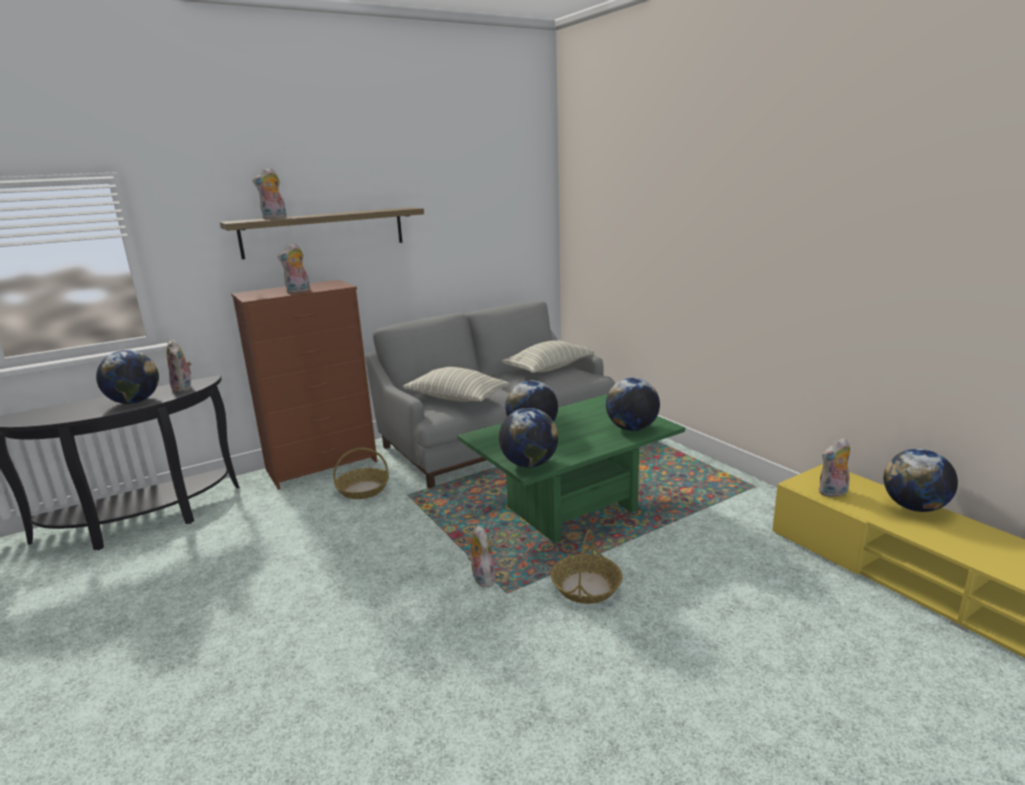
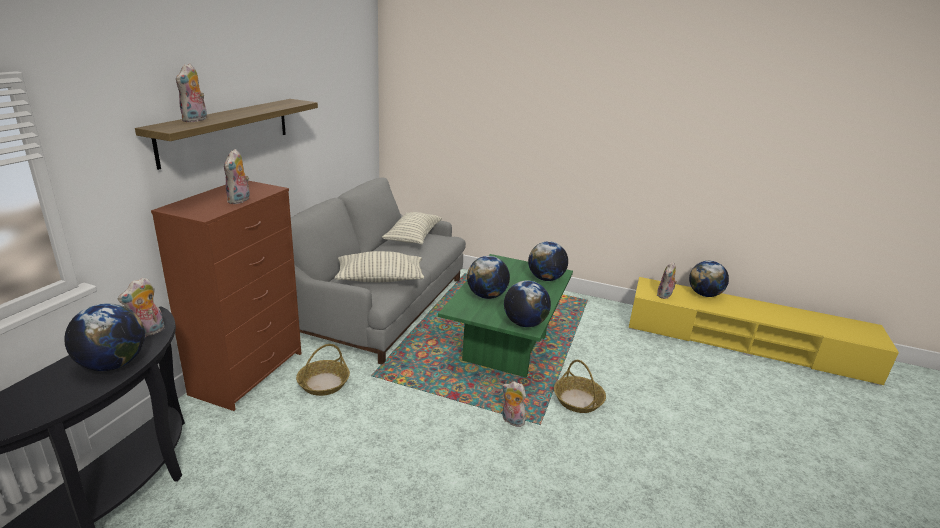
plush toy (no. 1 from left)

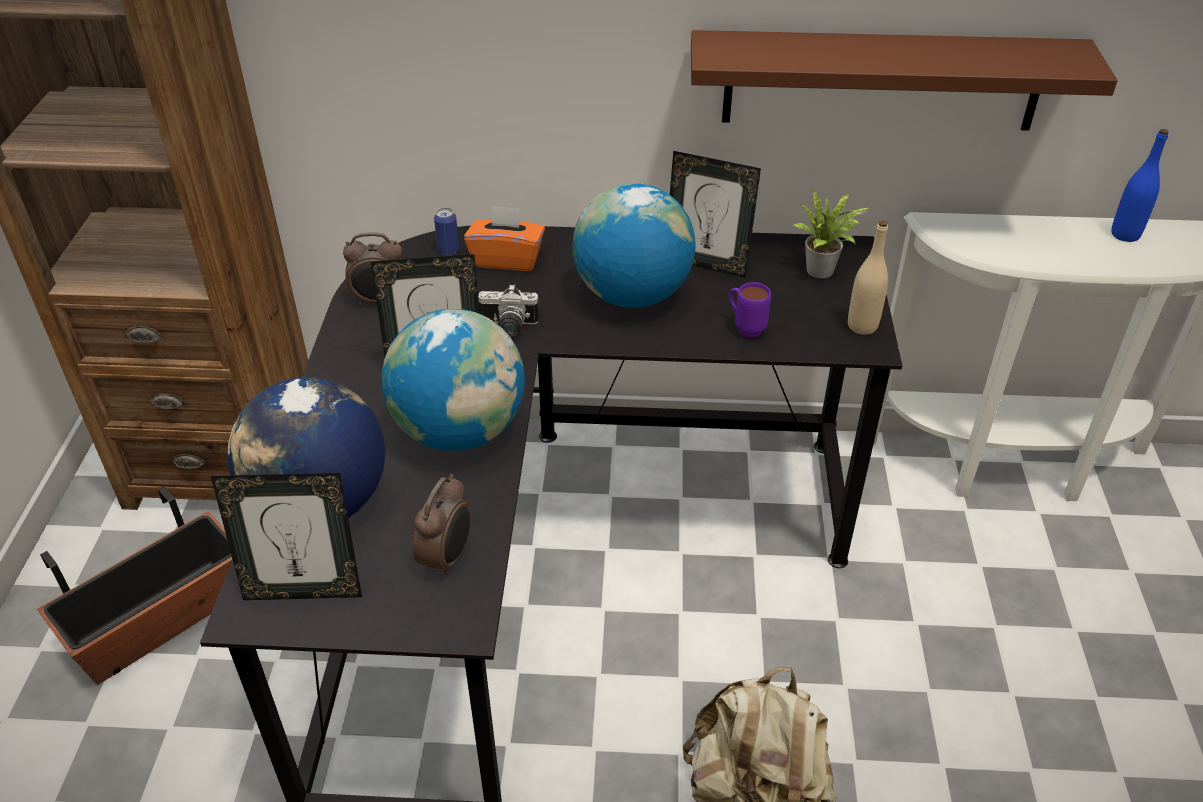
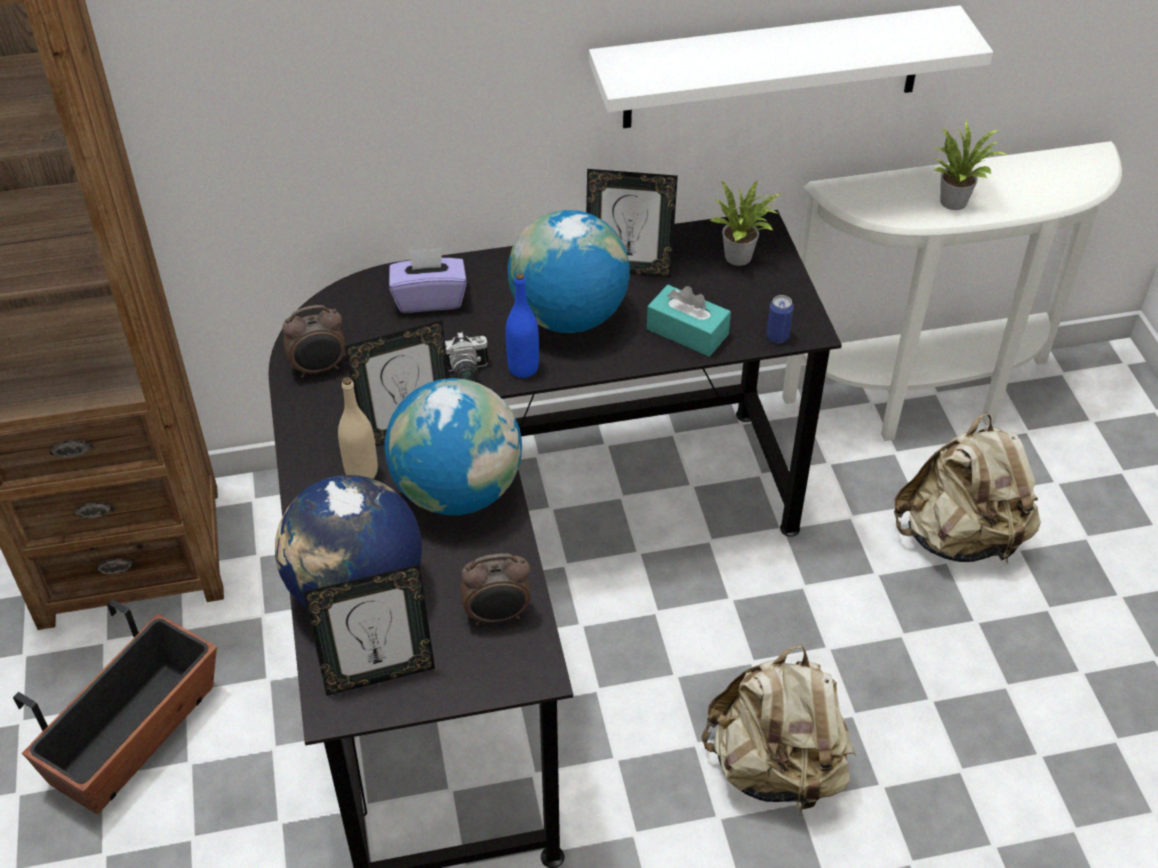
sand-coloured bottle
purple box of tissues
alarm clock (no. 2 from left)
blue-coloured bottle
white wall shelf
turquoise box of tissues
metal can
sand-coloured rucksack (no. 2 from left)
potted plant (no. 2 from left)

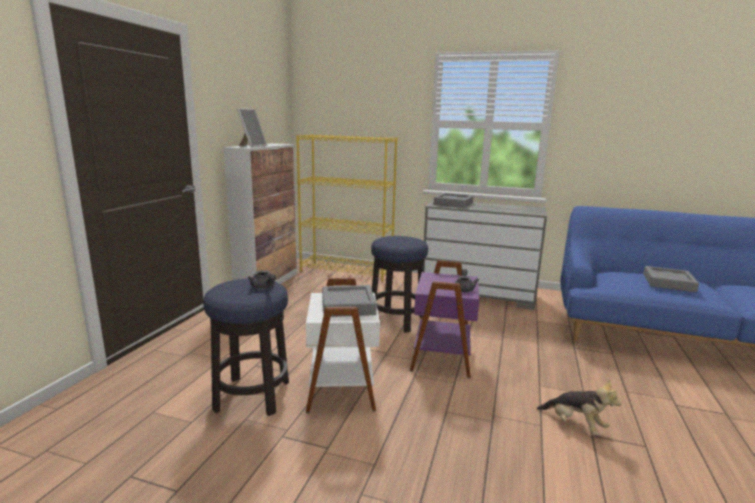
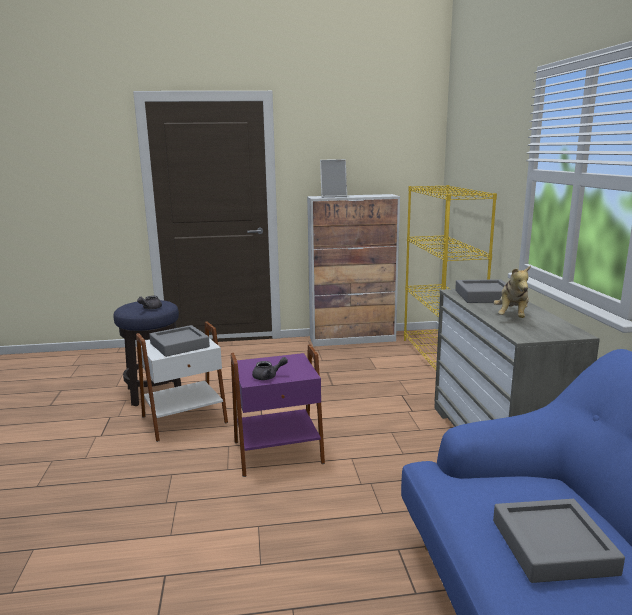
plush toy
stool seat (no. 2 from left in the first image)

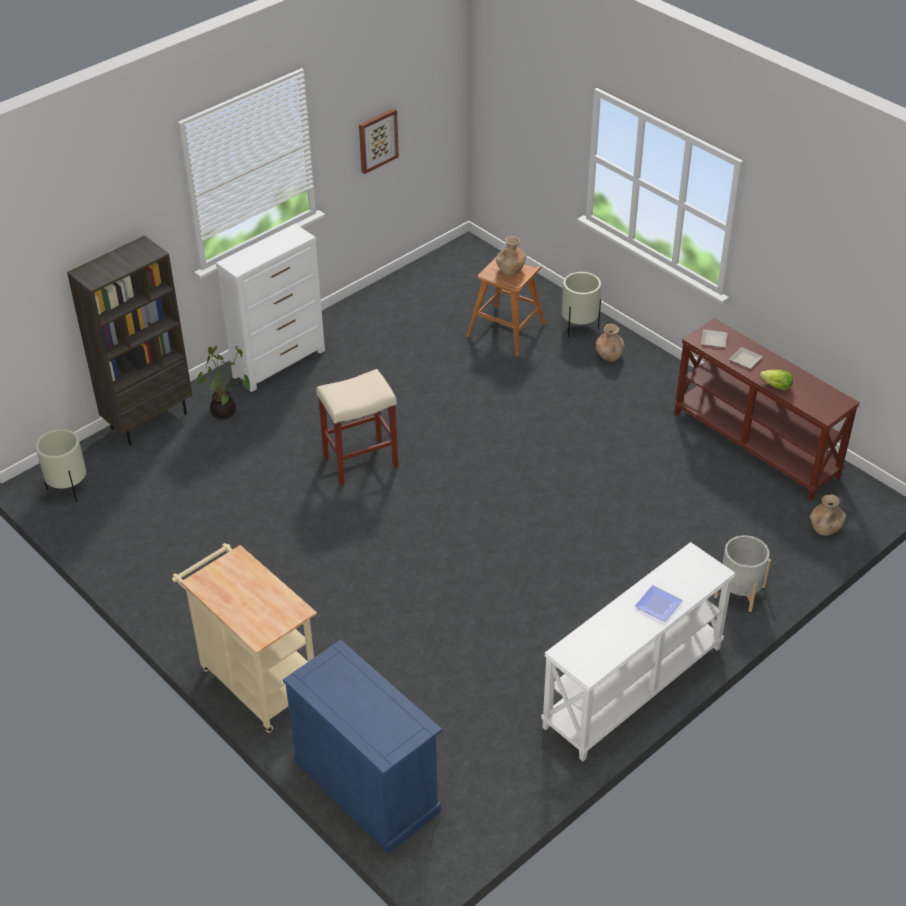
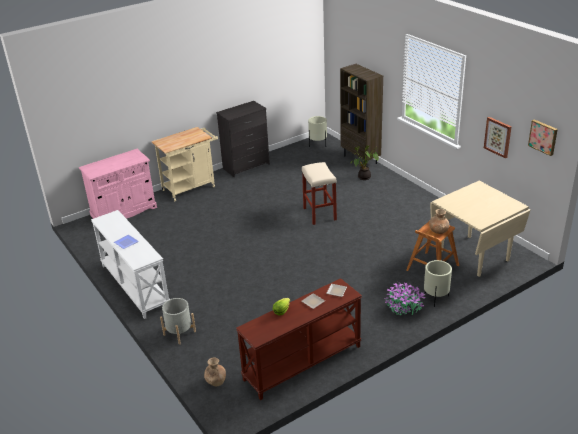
pink-coloured cupboard
blackish drawer chest
potted plant (no. 2 from left)
sand-coloured kitchen table
picture (no. 2 from left)
white drawer chest

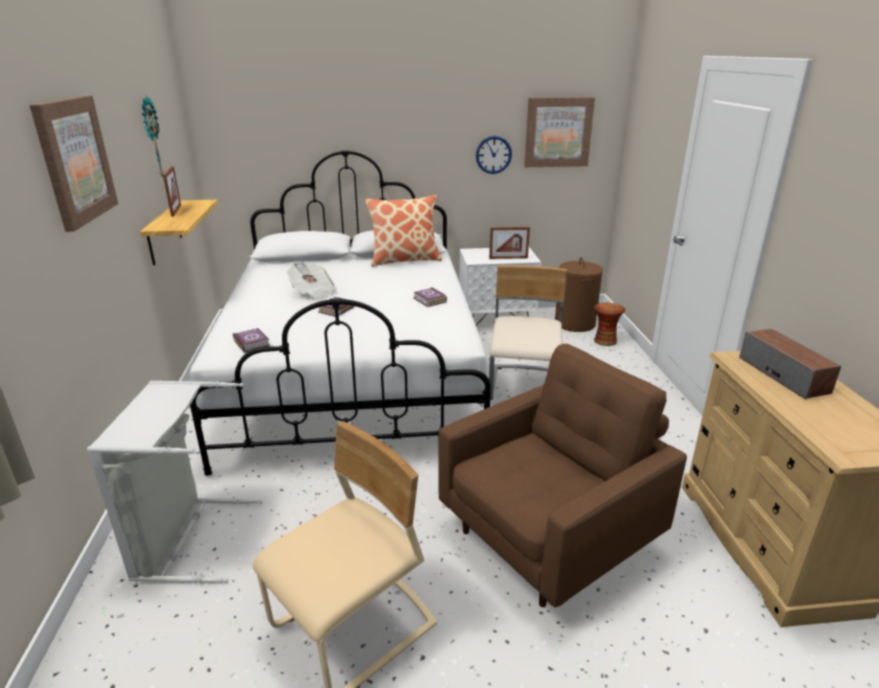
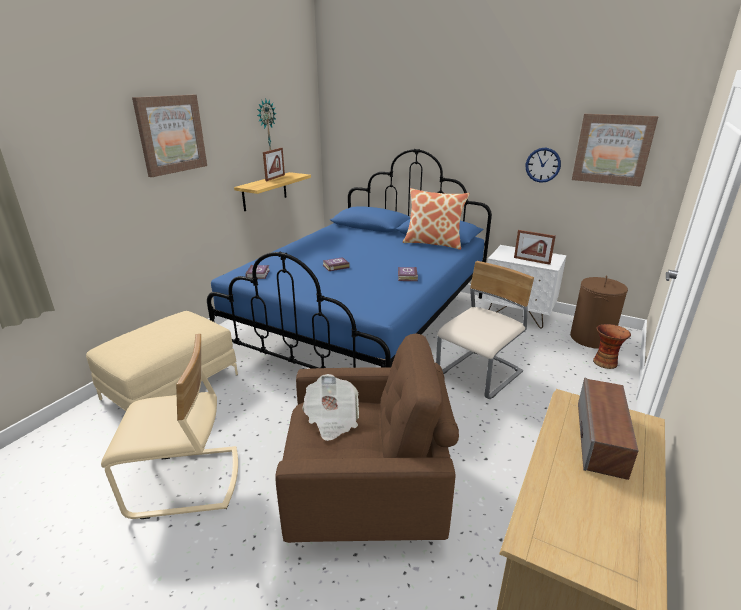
sand-coloured ottoman
blue-coloured bedroom bed
daily paper

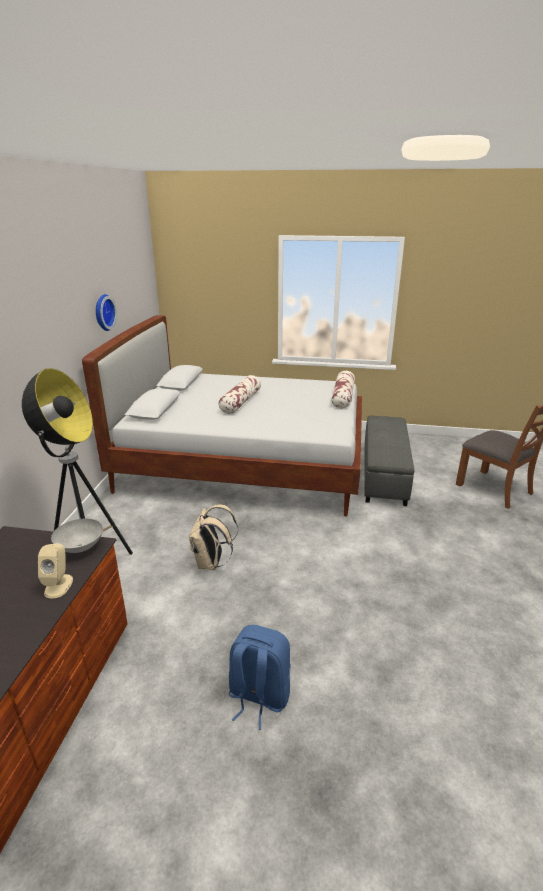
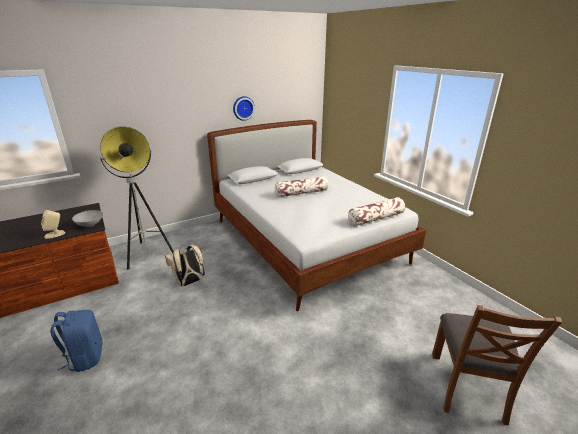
grey ottoman

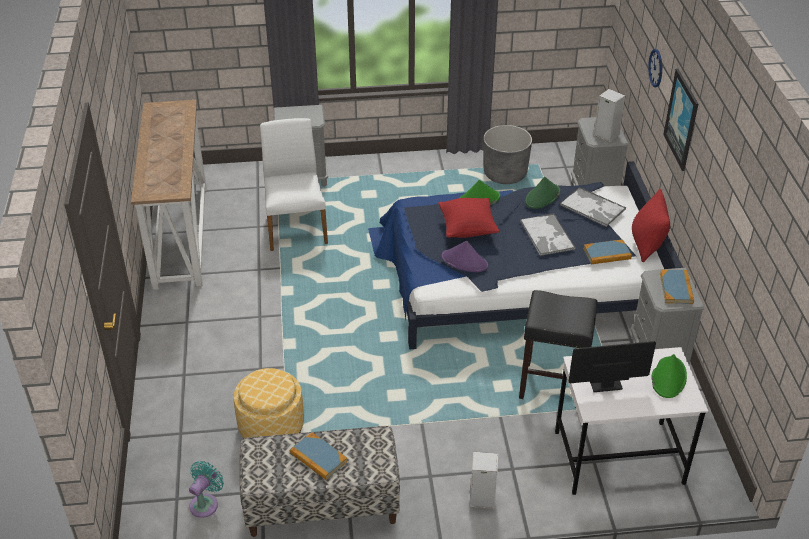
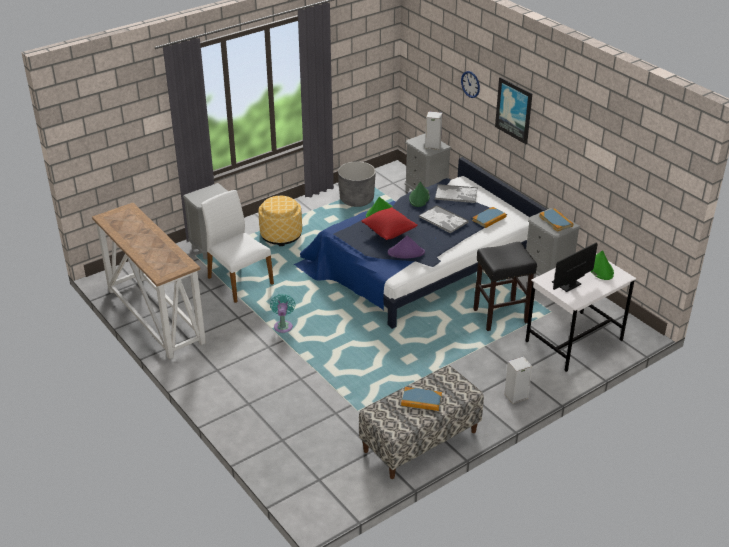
ottoman
turquoise electric fan
red cushion (no. 2 from left in the first image)

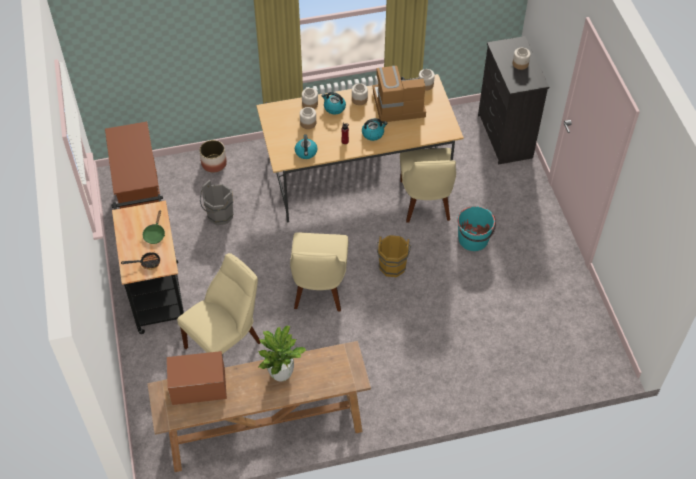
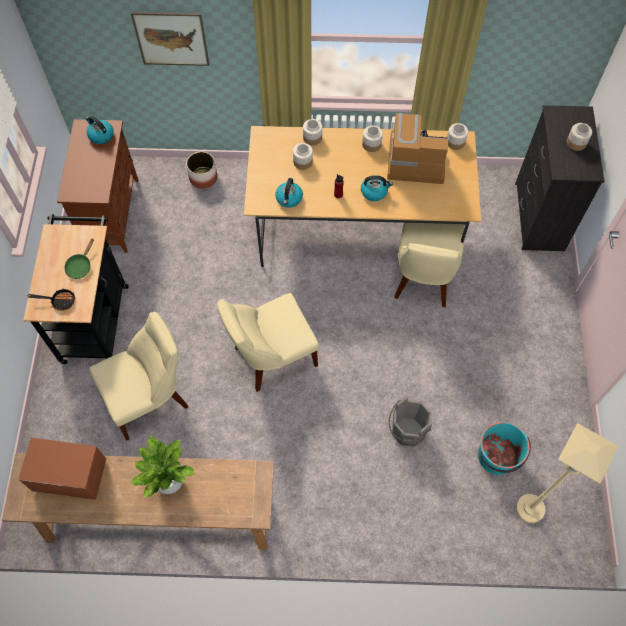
water kettle (no. 1 from left)
picture
sand-coloured upright chair (no. 2 from left)
grey bucket
turquoise bucket
sand-coloured standard lamp
brown bucket

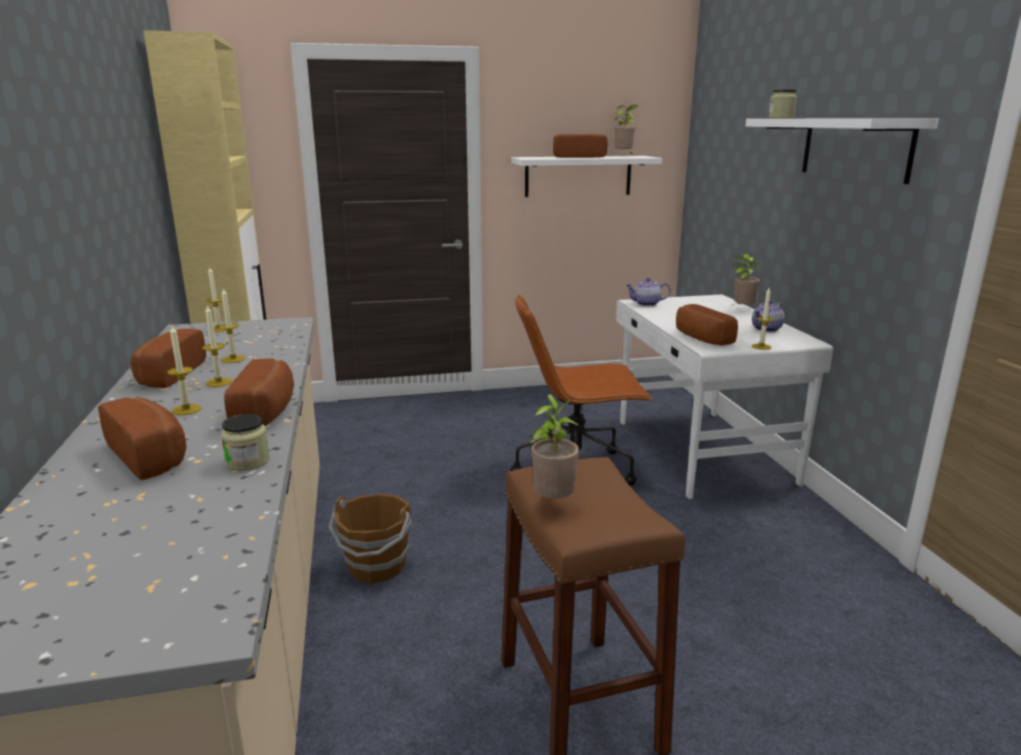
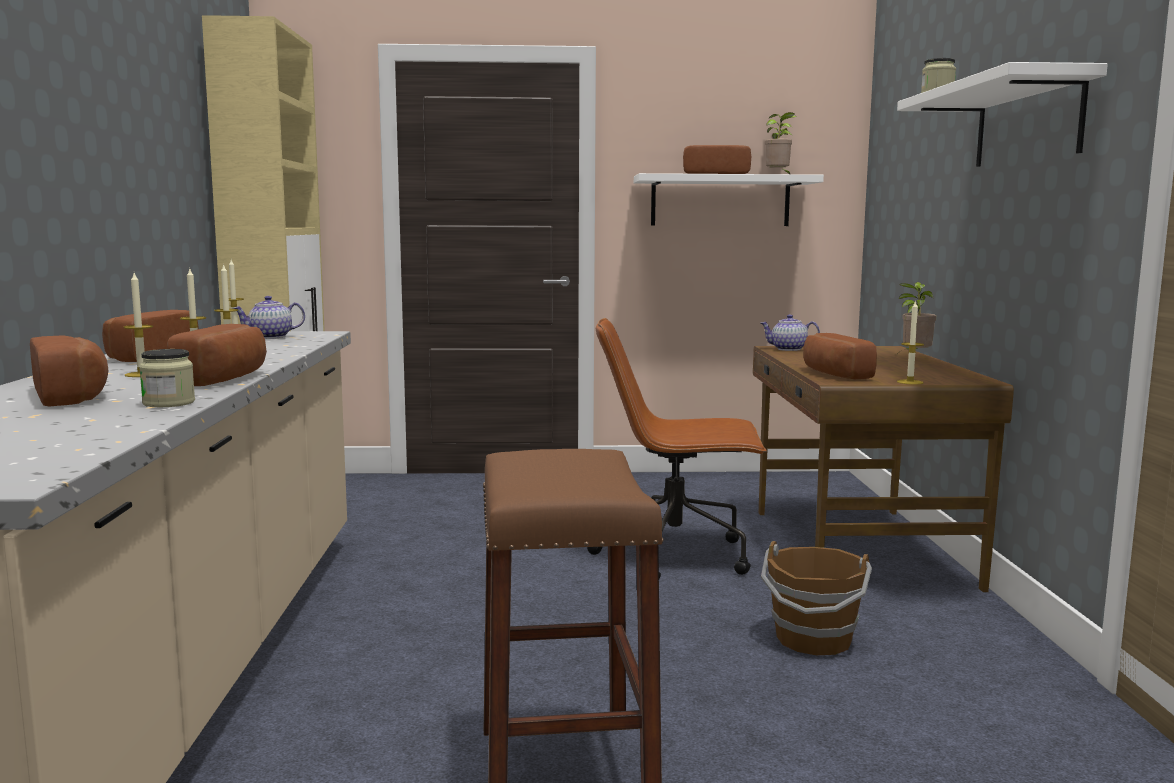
teapot (no. 1 from left)
brown desk table
brown bucket
potted plant (no. 1 from left in the first image)

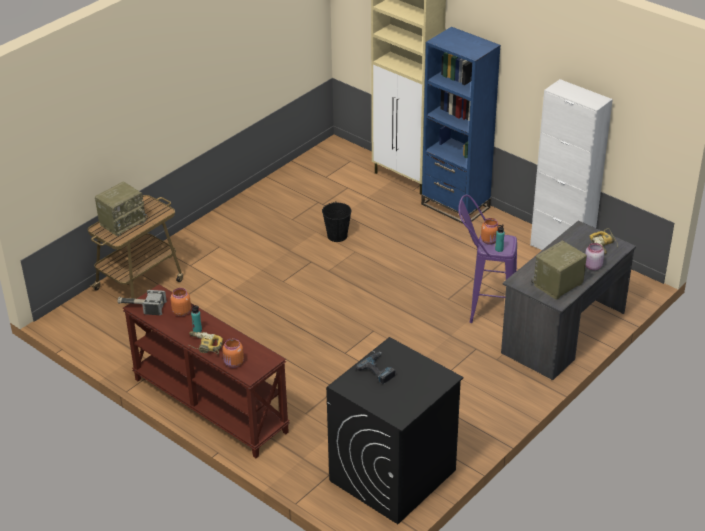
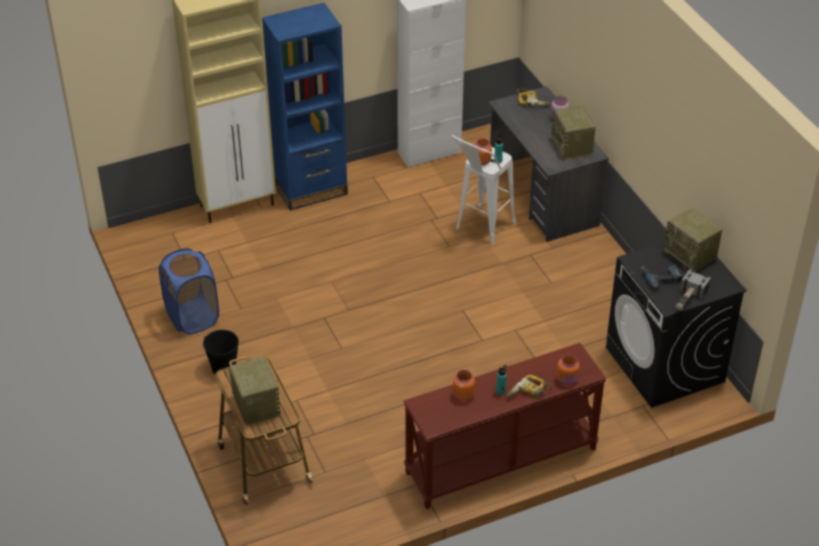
blue-coloured hamper
blackish bucket
white stool seat
radio receiver (no. 3 from left)
hammer

